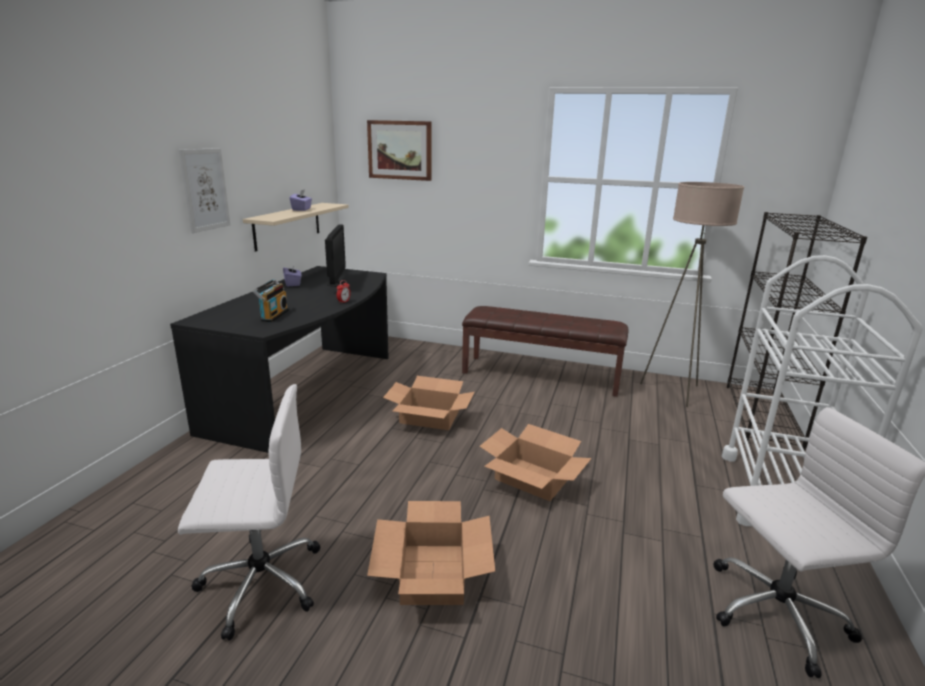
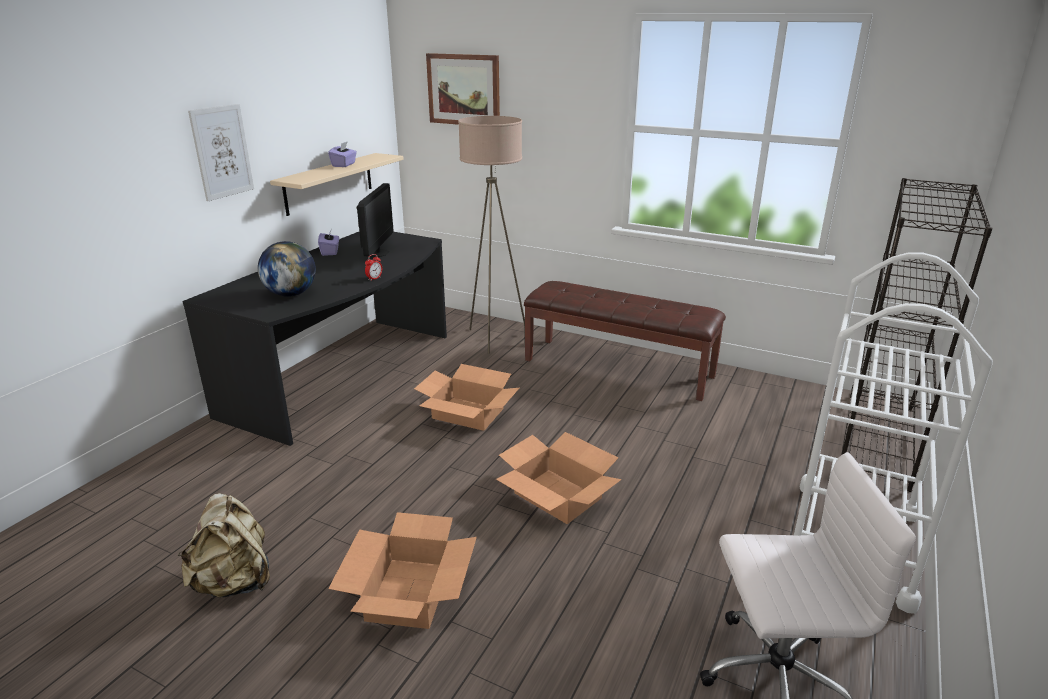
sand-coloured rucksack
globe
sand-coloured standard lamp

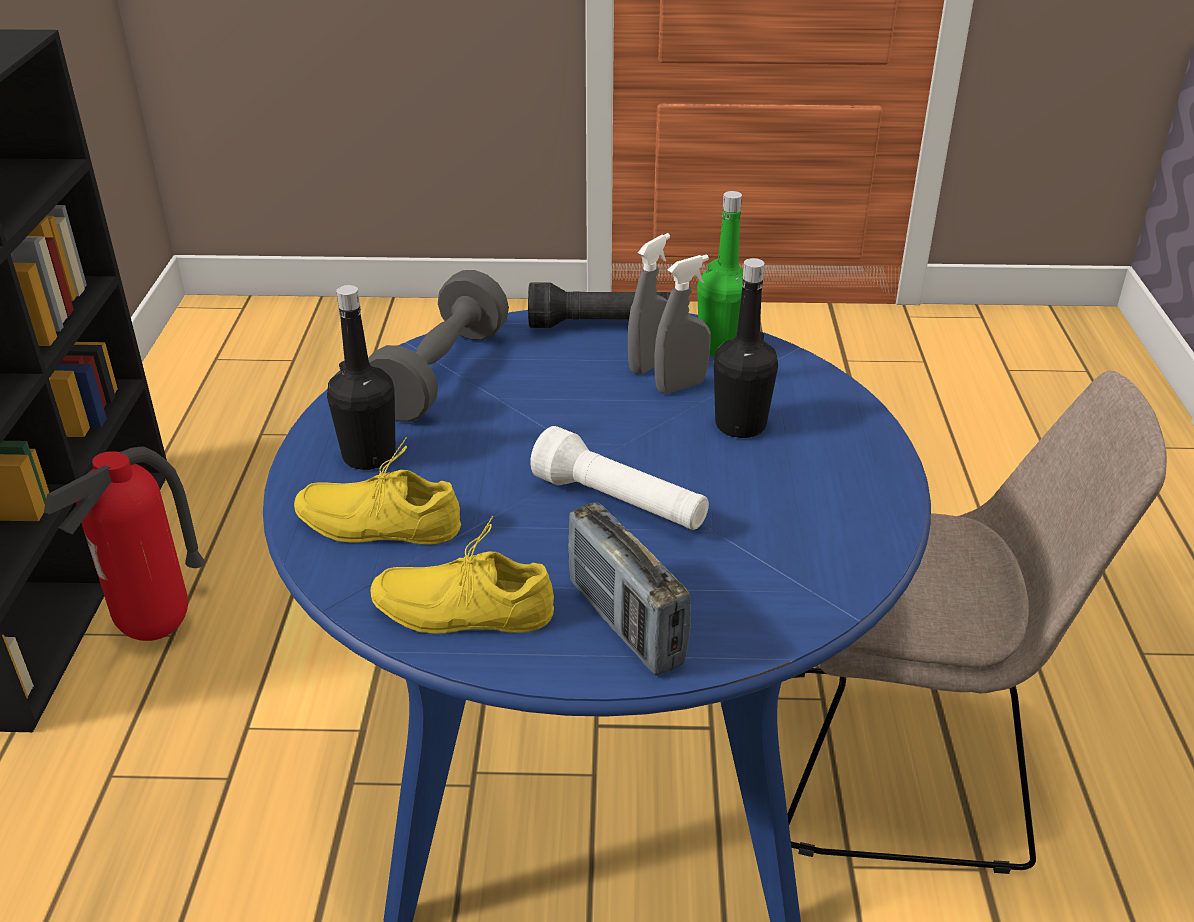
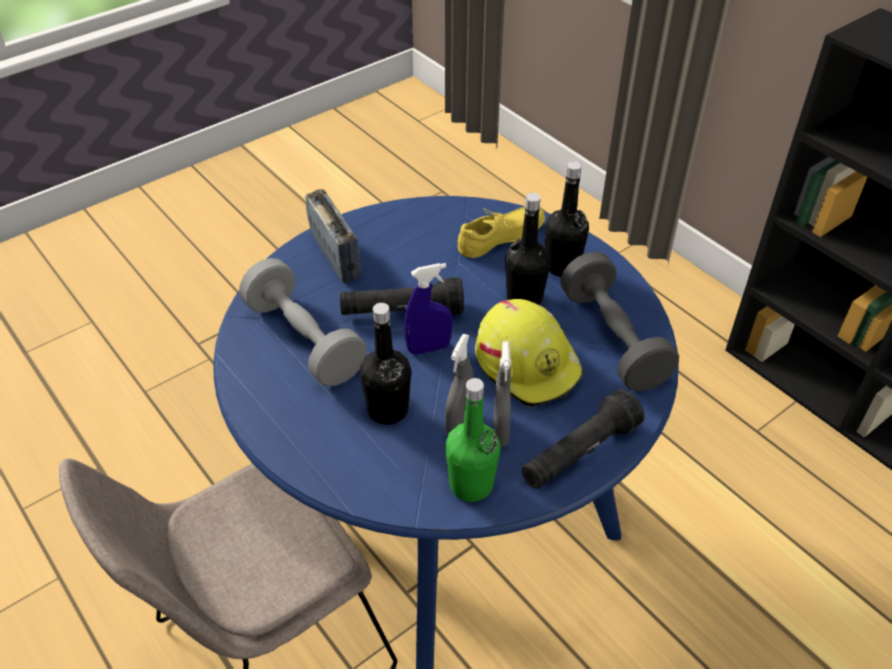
grey free weight (no. 1 from left)
radio receiver
blackish hand torch (no. 1 from left)
blue-coloured hand sprayer
yellow safety helmet
blackish bottle (no. 2 from left)
fire-fighting cylinder
yellow low shoe (no. 2 from left in the first image)

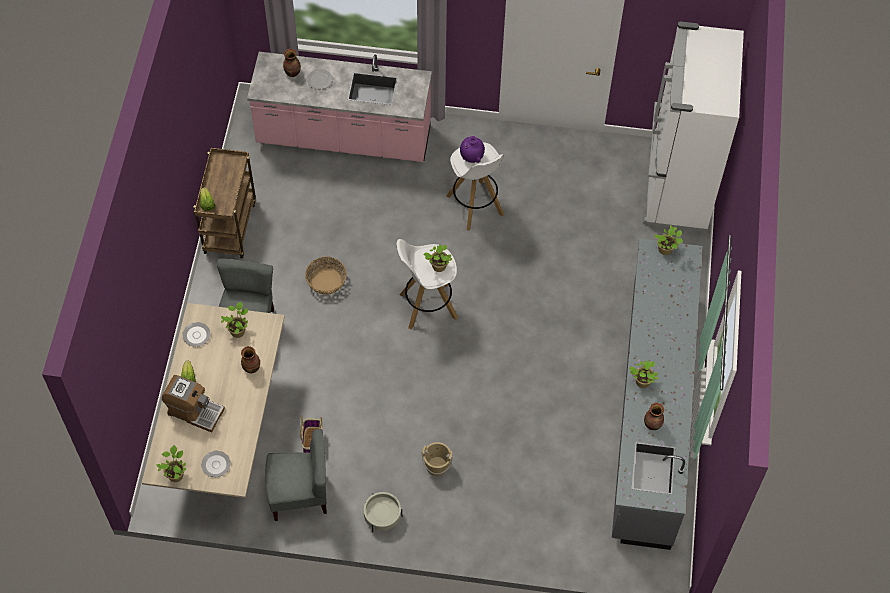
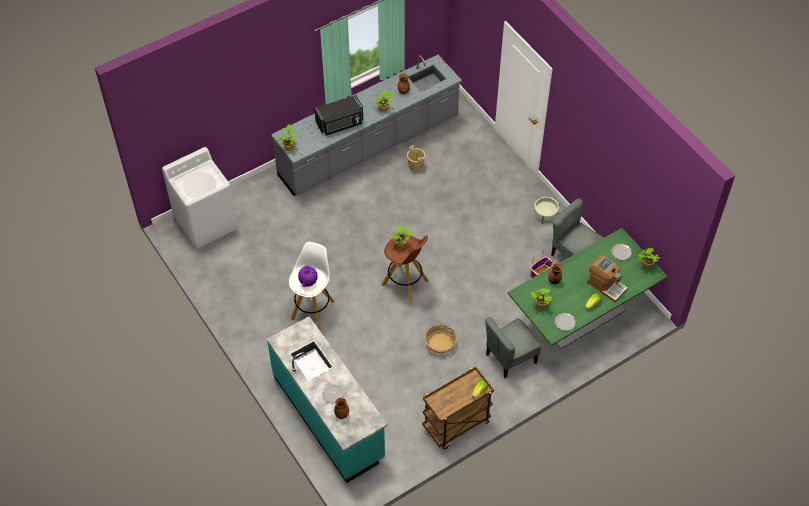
white washing machine
turquoise kitchen counter
blackish kitchen microwave
brown stool seat
sand-coloured bucket
green kitchen table
coffee brewer

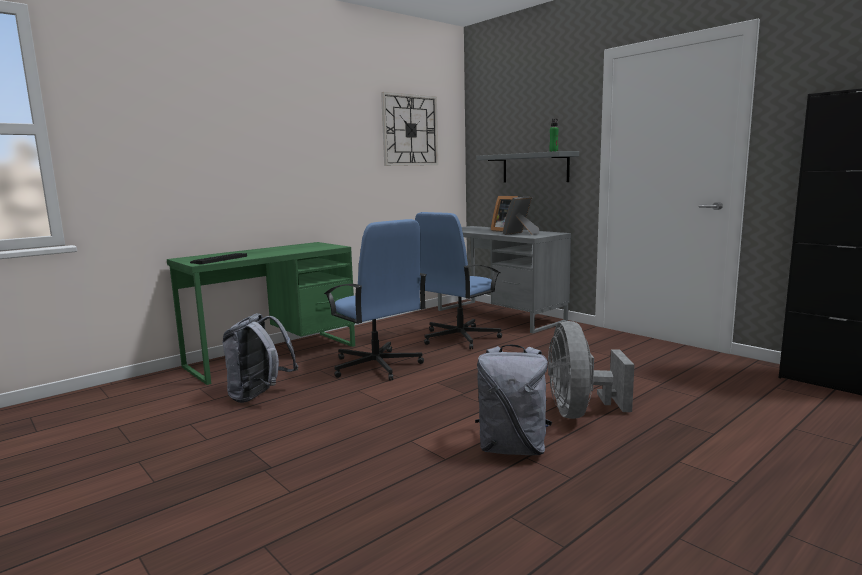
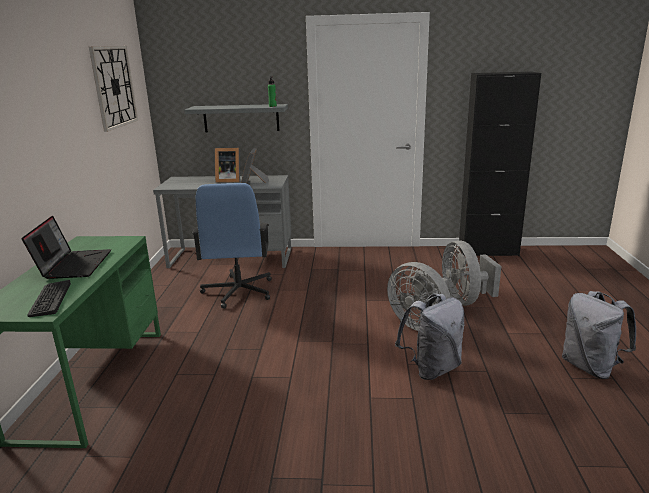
portable computer
grey electric fan (no. 2 from left)
grey rucksack (no. 2 from left)
blue-coloured desk chair (no. 1 from left in the first image)

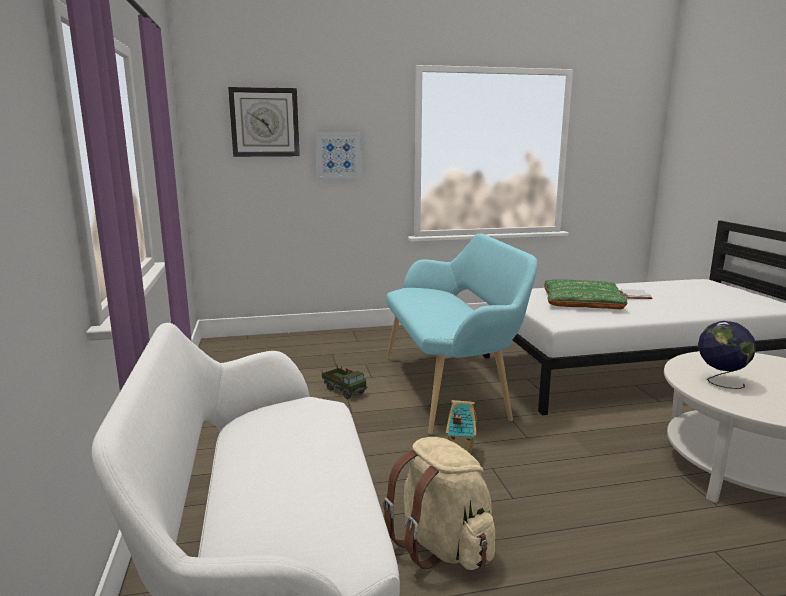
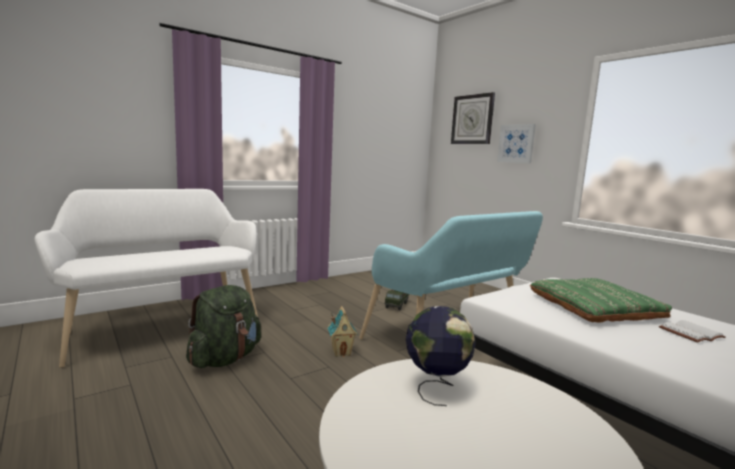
green rucksack

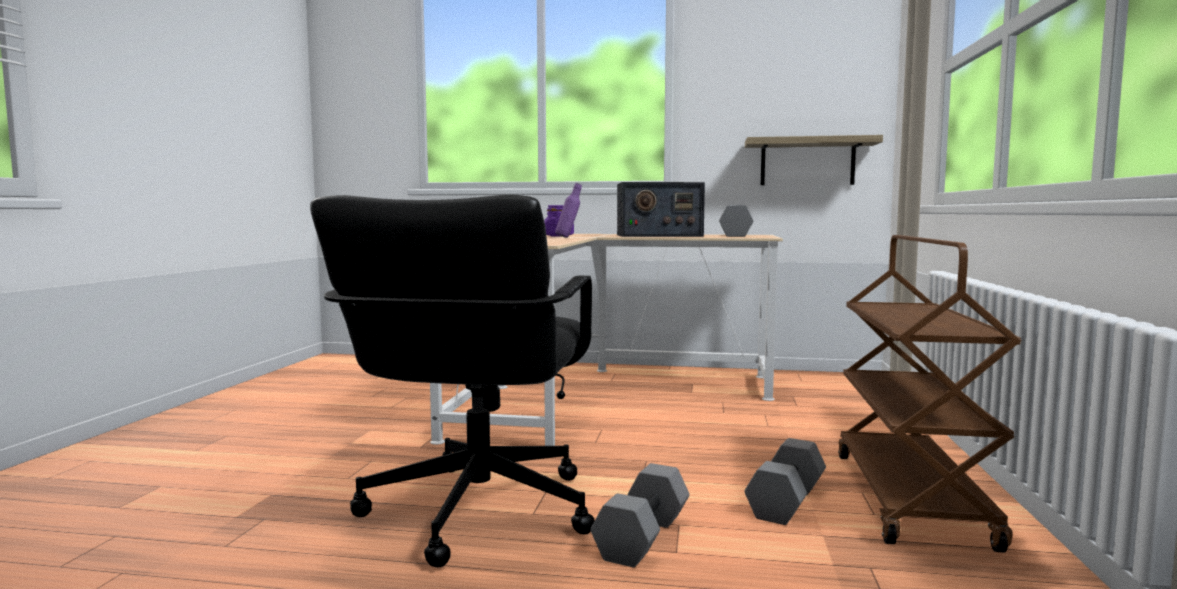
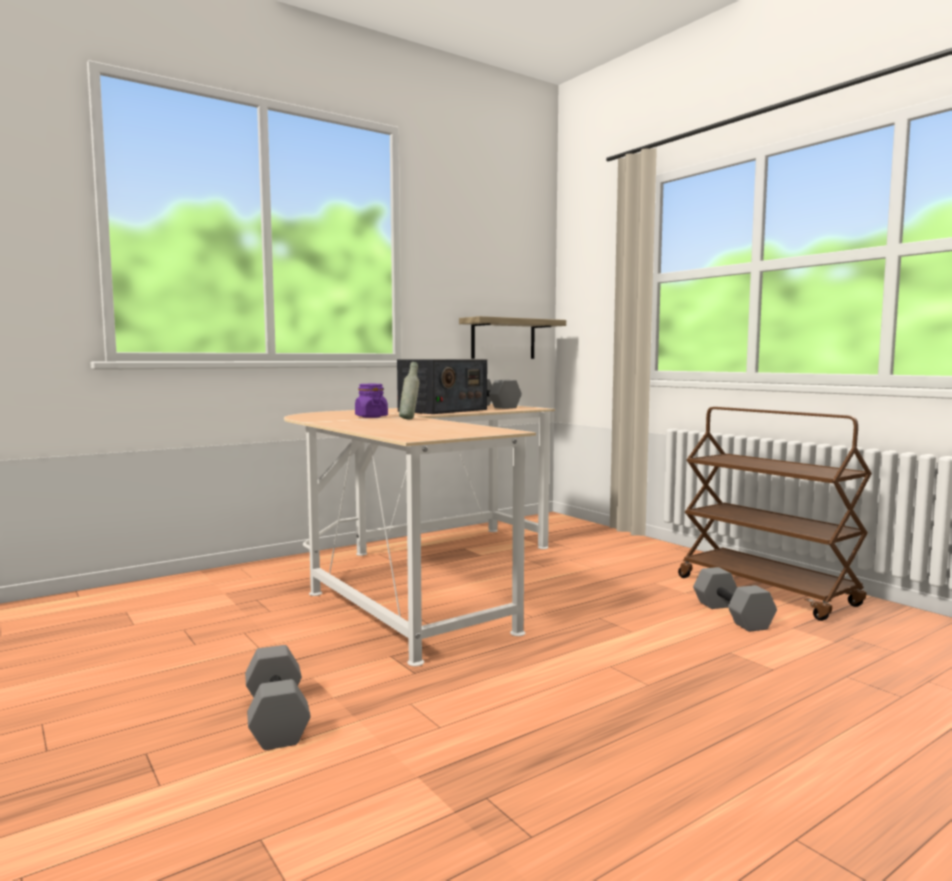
grey free weight (no. 1 from left)
grey bottle
blackish desk chair

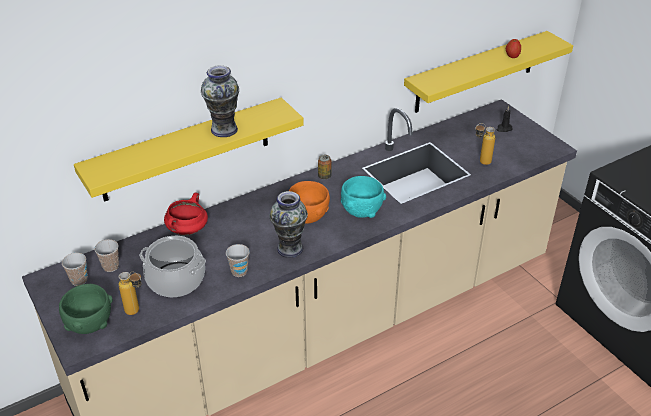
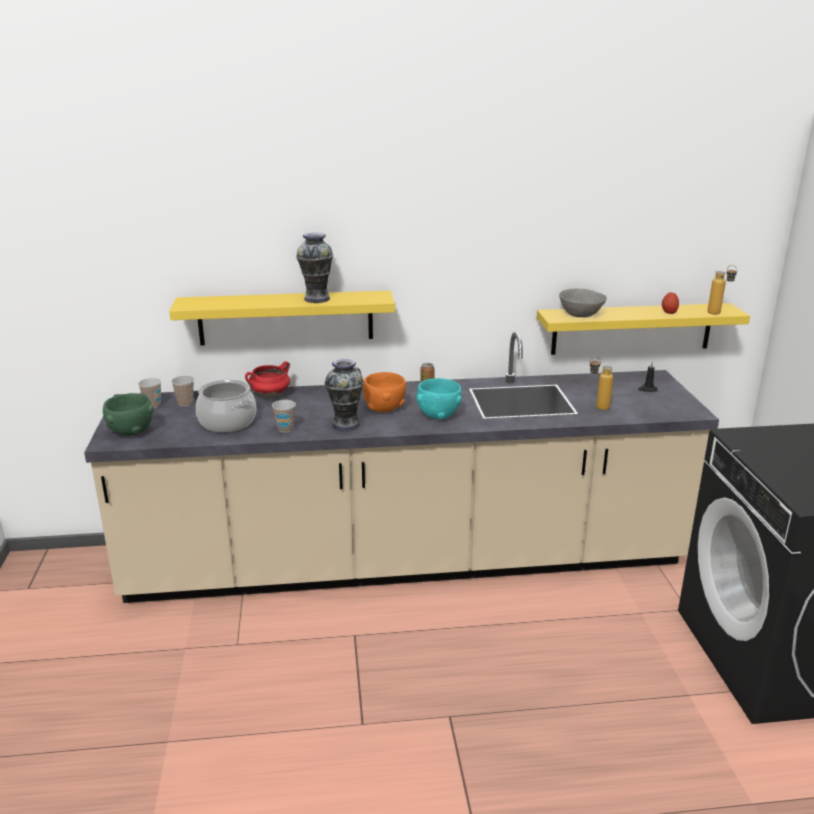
grey serving bowl
bottle (no. 2 from left)

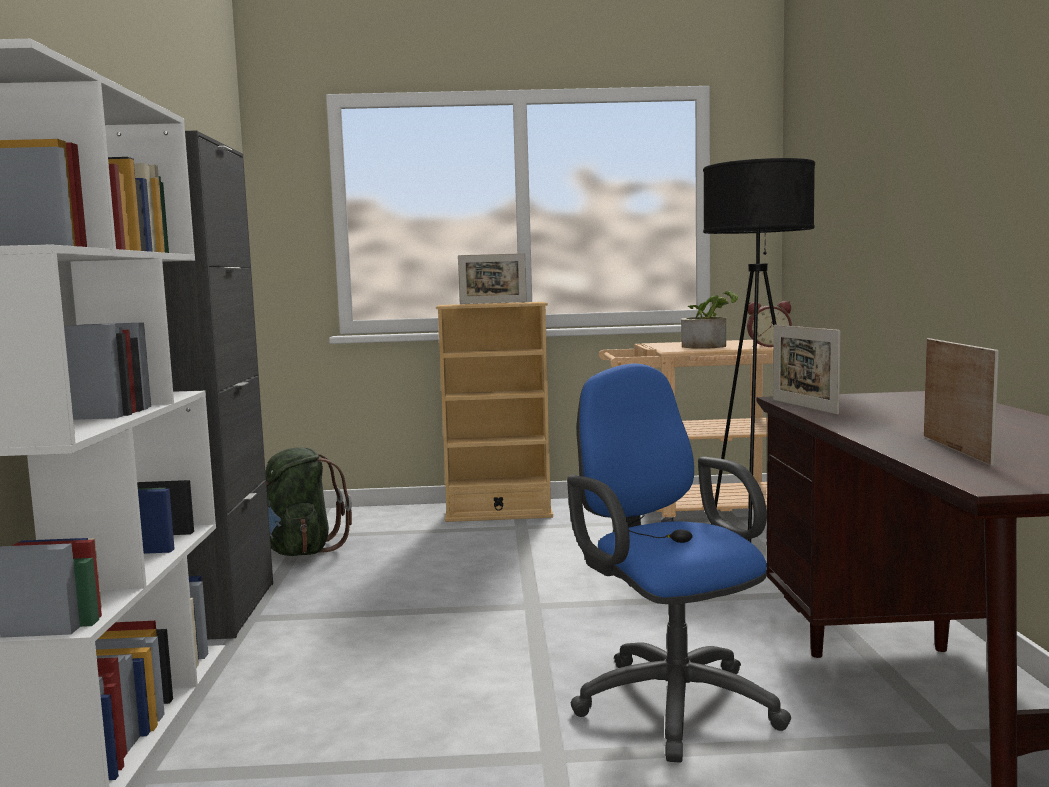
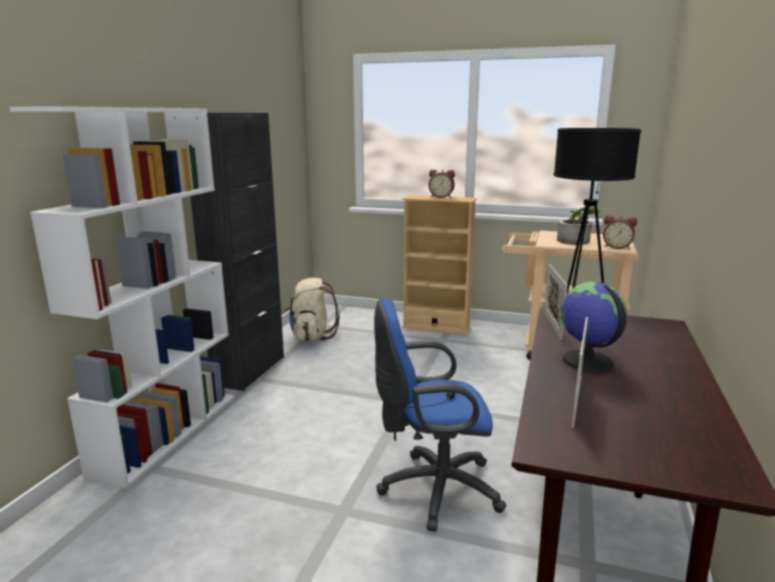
sand-coloured rucksack
blue-coloured desk chair
alarm clock (no. 1 from left)
globe

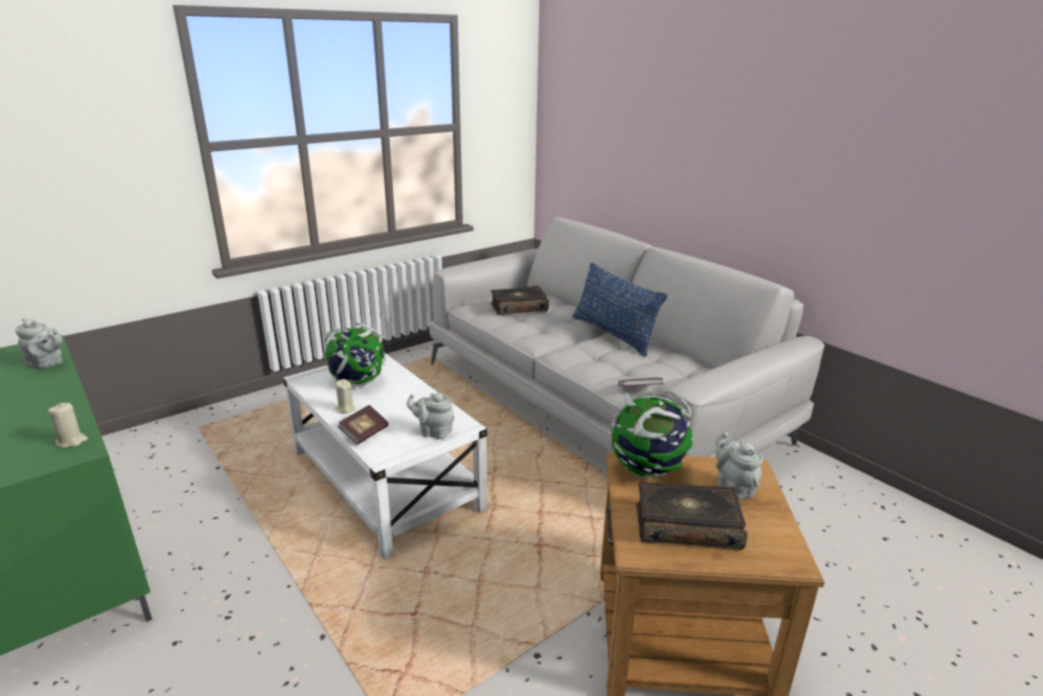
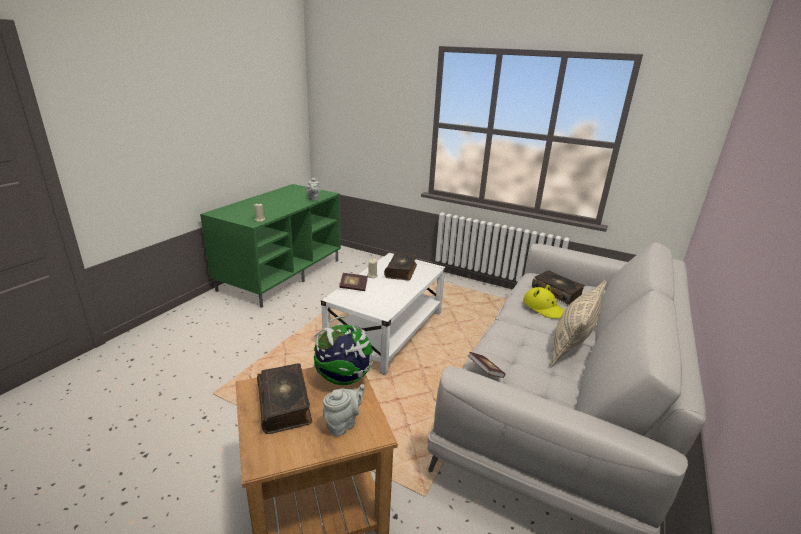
volume (no. 3 from left)
yellow wearable hat
sand-coloured cushion
grey teapot (no. 2 from left in the first image)

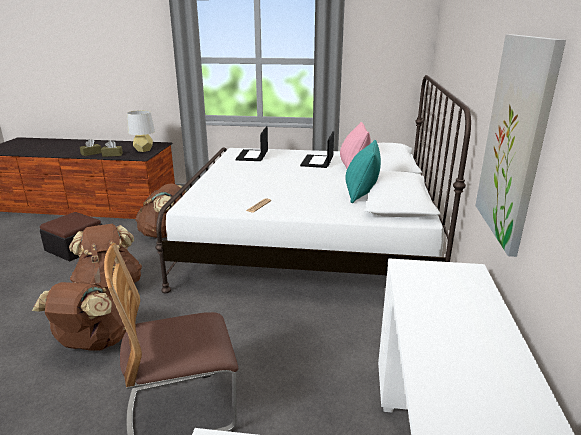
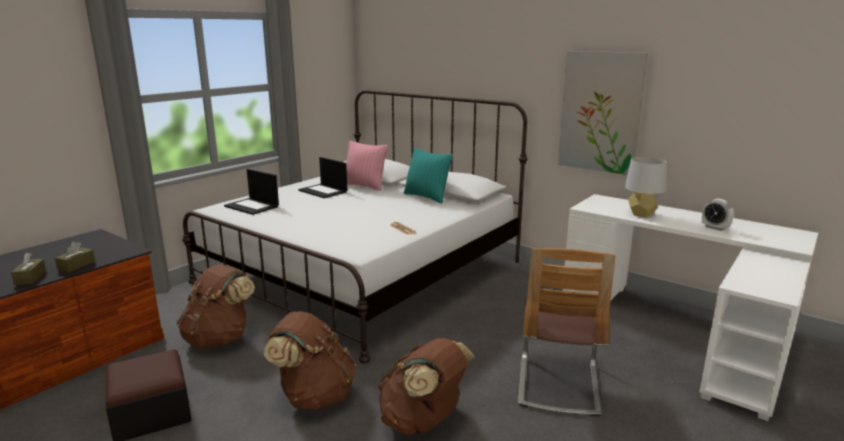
grey lamp for a table
alarm clock

